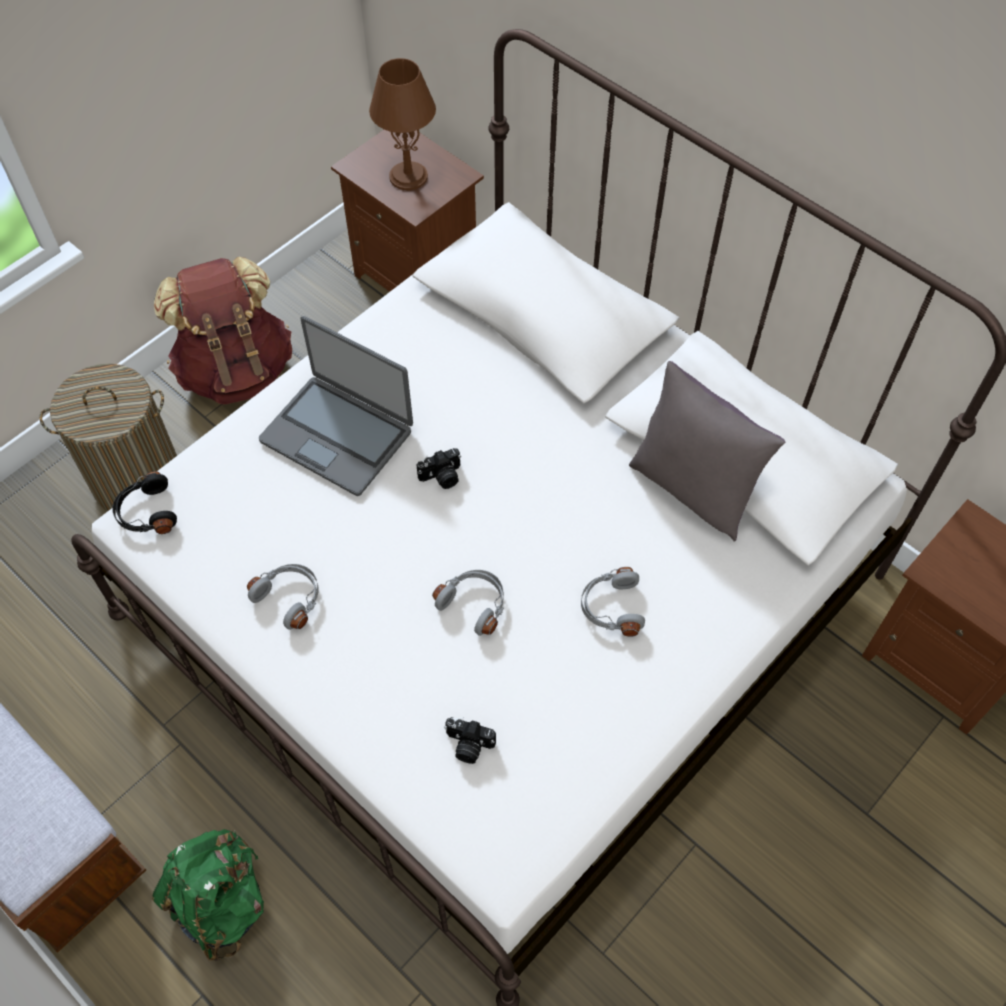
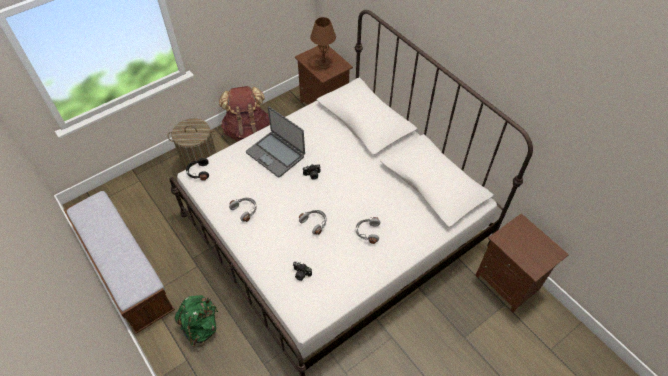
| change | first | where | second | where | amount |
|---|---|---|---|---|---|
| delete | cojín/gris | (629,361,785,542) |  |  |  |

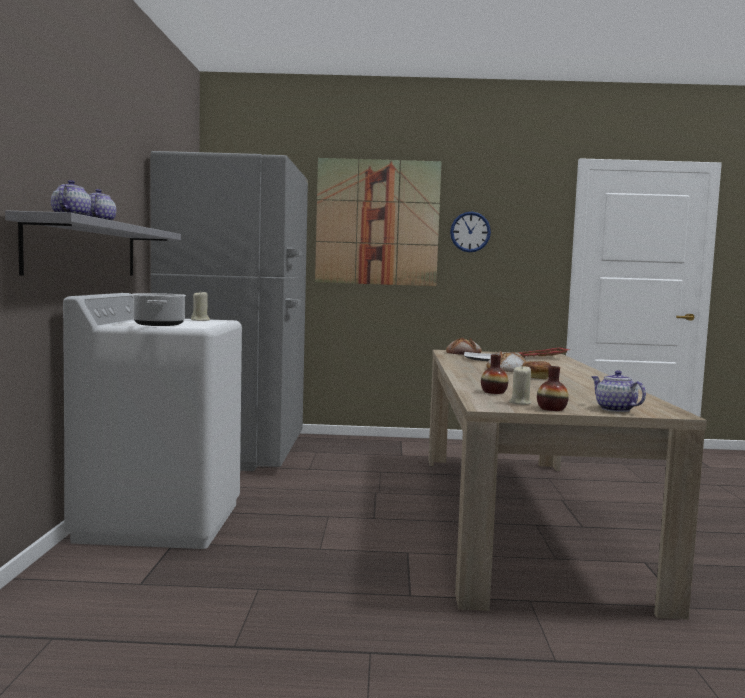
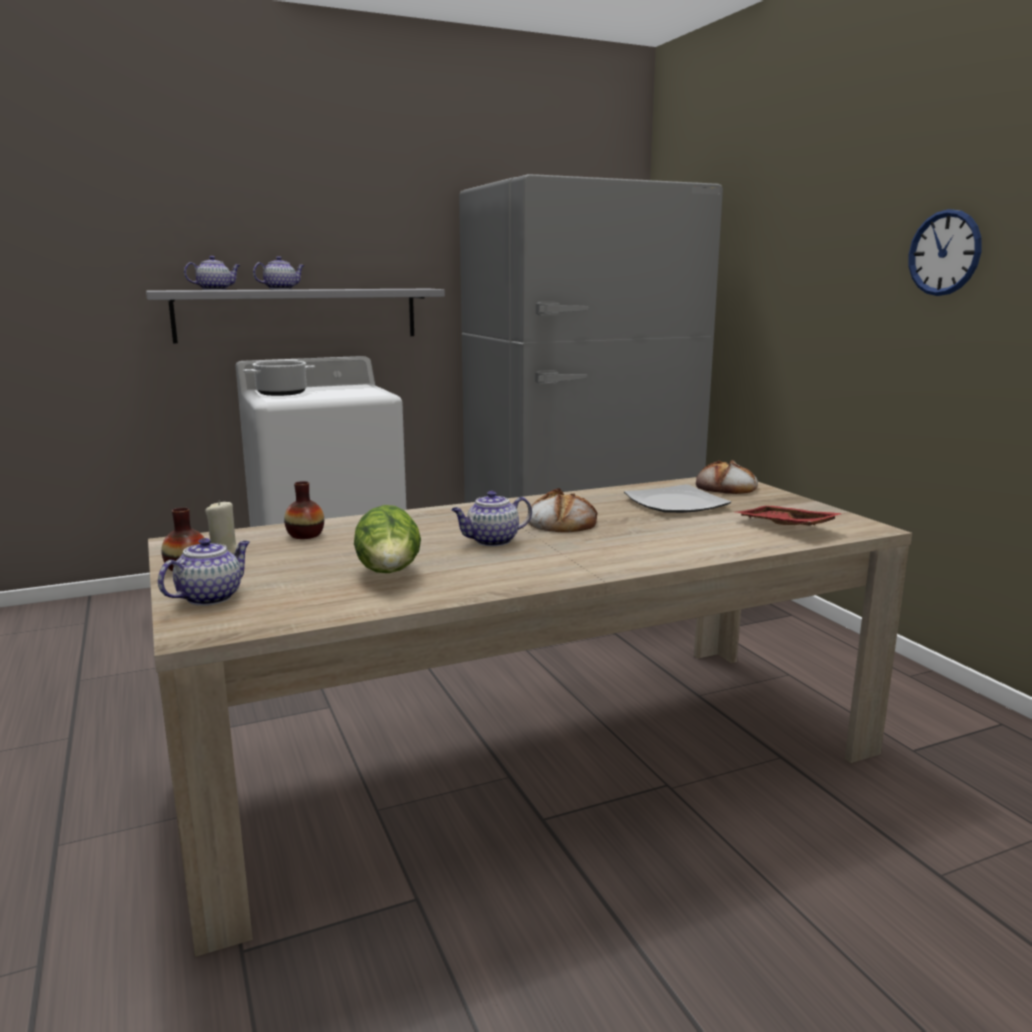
| change | first | where | second | where | amount |
|---|---|---|---|---|---|
| insert |  |  | lechuga | (354,505,421,573) |  |
| replace | pan | (522,361,551,379) | tetera | (451,491,532,547) |  |
| delete | vela/beis | (191,290,210,321) |  |  |  |
| delete | cuadro | (315,158,442,286) |  |  |  |

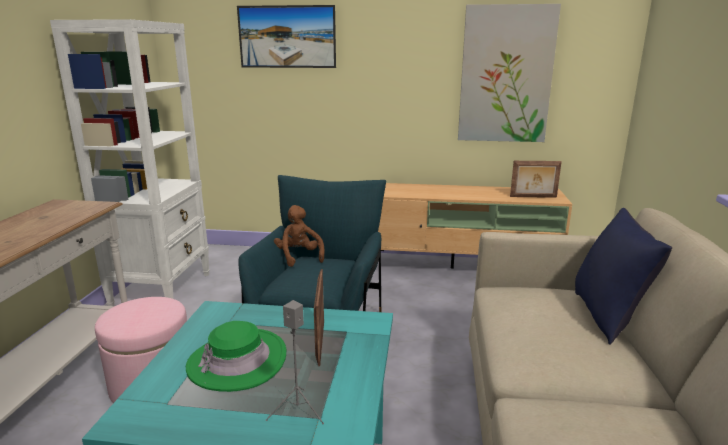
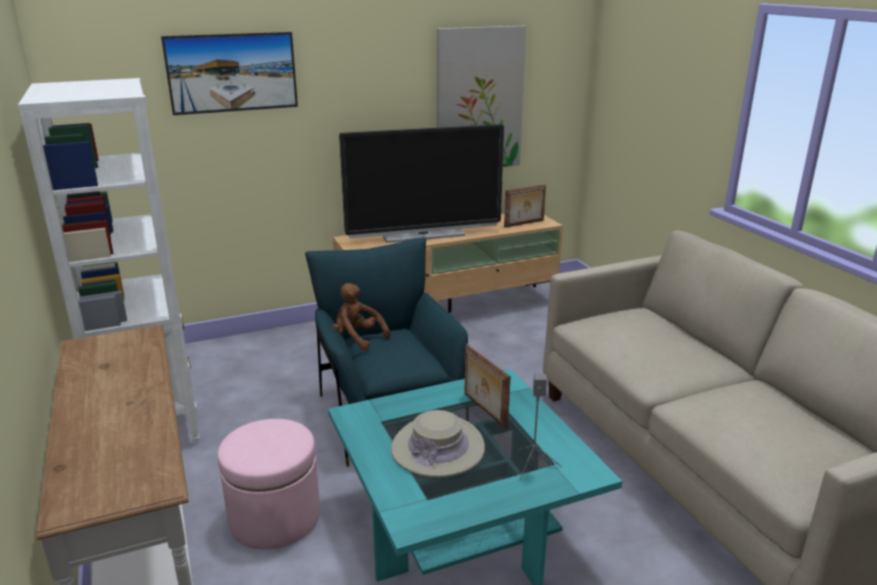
| change | first | where | second | where | amount |
|---|---|---|---|---|---|
| insert |  |  | televisor | (339,124,504,243) |  |
| recolor | sombrero/verde | (186,321,286,392) | sombrero/beis | (391,410,485,477) |  |
| delete | cojín/azul | (575,208,672,345) |  |  |  |

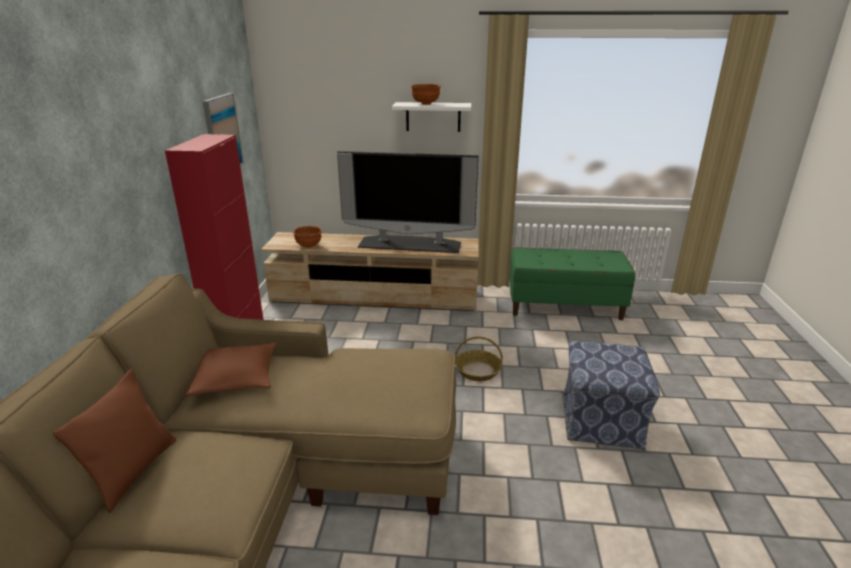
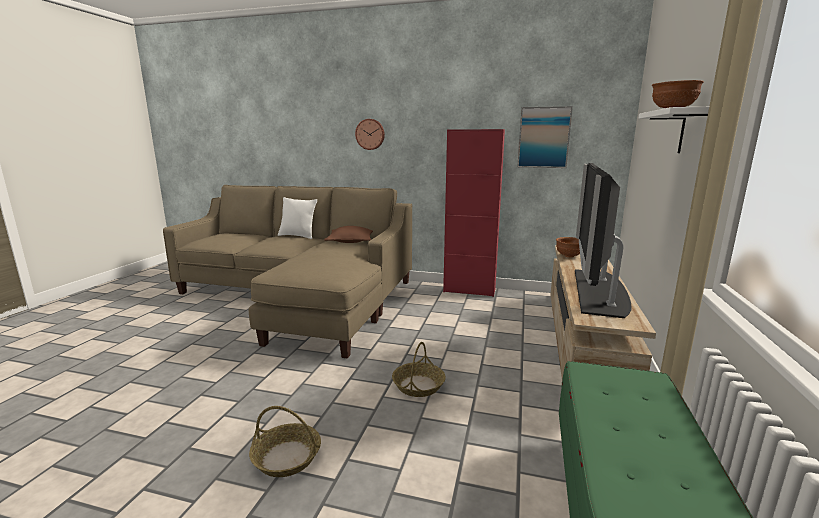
| change | first | where | second | where | amount |
|---|---|---|---|---|---|
| replace | puf | (563,341,660,449) | cesta | (249,406,321,477) |  |
| recolor | cojín/marrón | (53,369,176,513) | cojín/blanco | (278,197,317,239) |  |
| insert |  |  | reloj de pared | (355,119,385,150) |  |

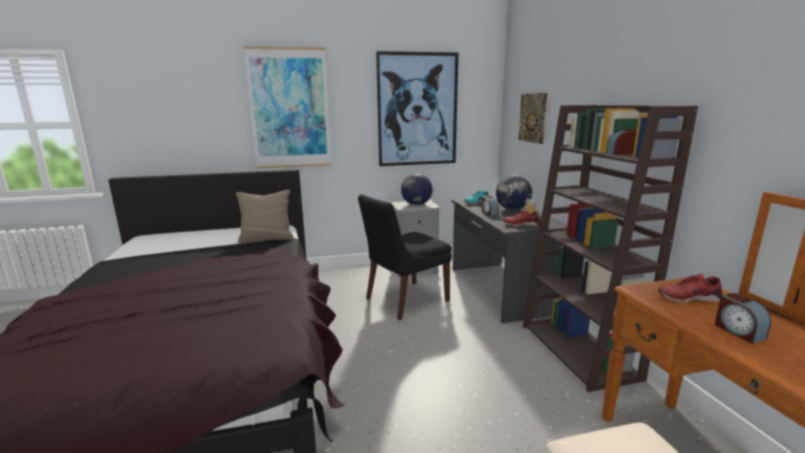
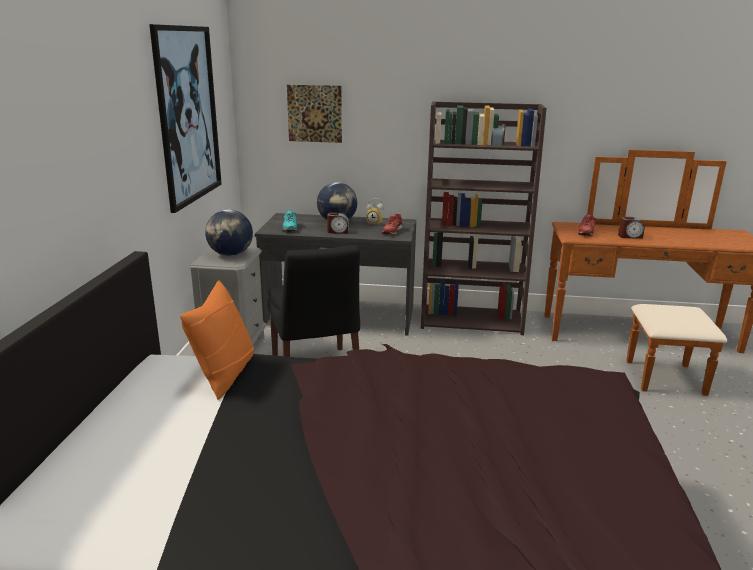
| change | first | where | second | where | amount |
|---|---|---|---|---|---|
| recolor | cojín/beis | (236,190,294,243) | cojín/naranja | (180,280,254,400) |  |
| delete | cuadro | (243,46,332,168) |  |  |  |

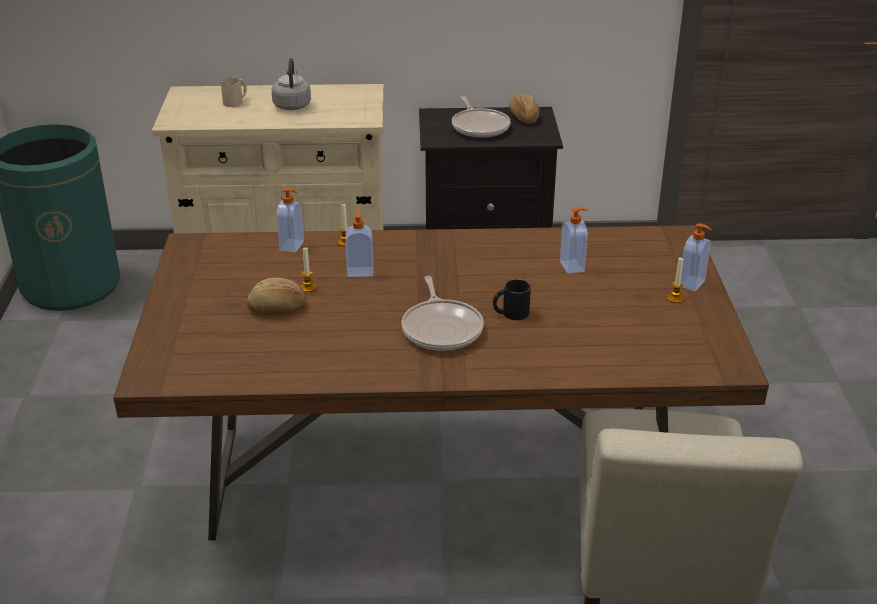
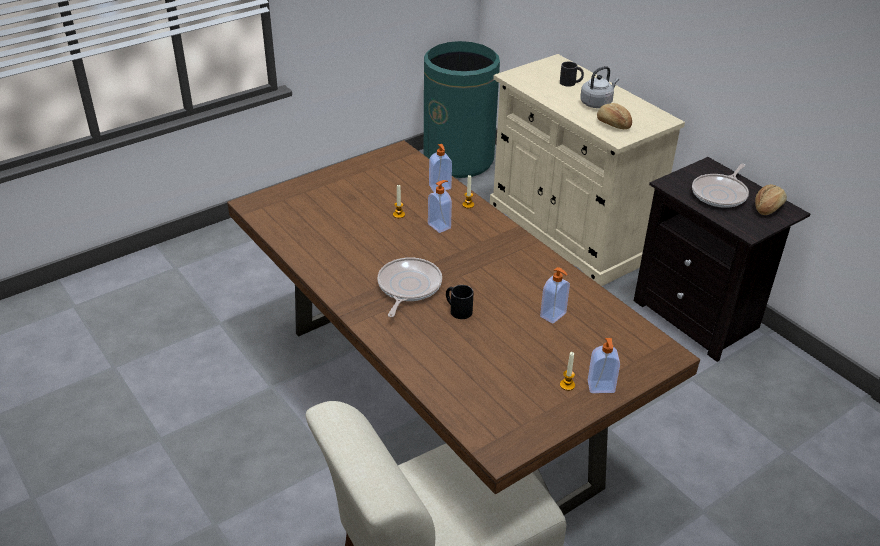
| change | first | where | second | where | amount |
|---|---|---|---|---|---|
| rotate | sartén | (402,276,484,351) |  | (378,257,442,317) | 150 degrees clockwise |
| recolor | taza grande/beis | (220,77,247,107) | taza grande/negro | (560,62,584,87) |  |
| move | pan | (247,278,306,313) |  | (597,103,632,129) |  |

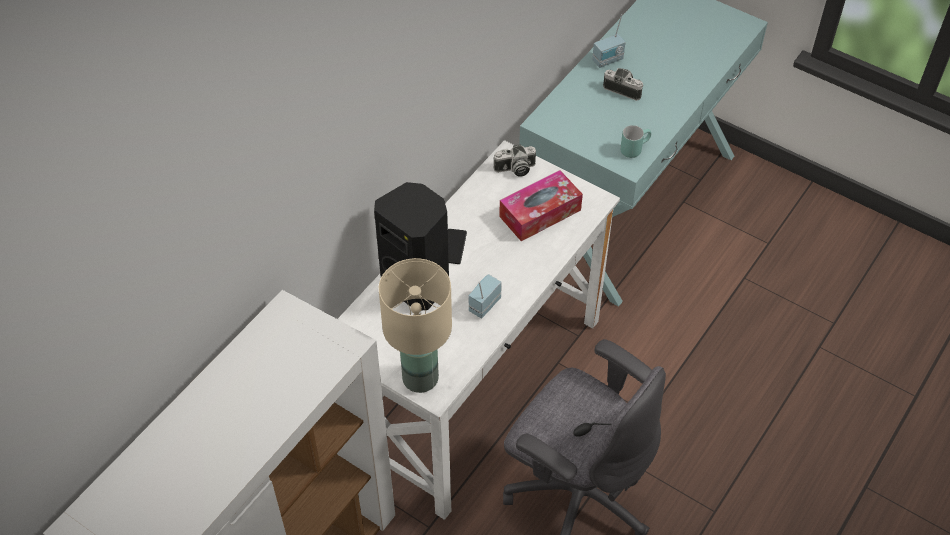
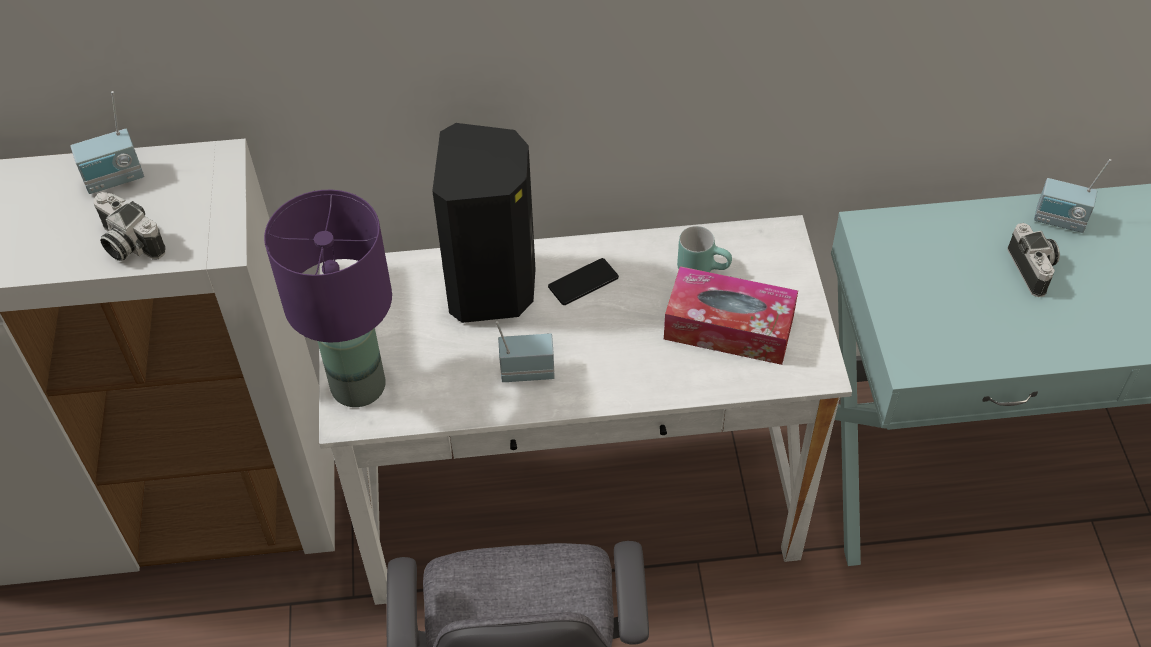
| change | first | where | second | where | amount |
|---|---|---|---|---|---|
| insert |  |  | radio | (70,91,144,194) |  |
| move | cámara | (493,144,536,177) |  | (94,192,165,261) |  |
| recolor | lámpara de mesa/beis | (379,258,452,393) | lámpara de mesa/morado | (264,190,392,407) |  |
| move | taza grande/turquesa | (620,125,651,158) |  | (677,226,732,272) |  |

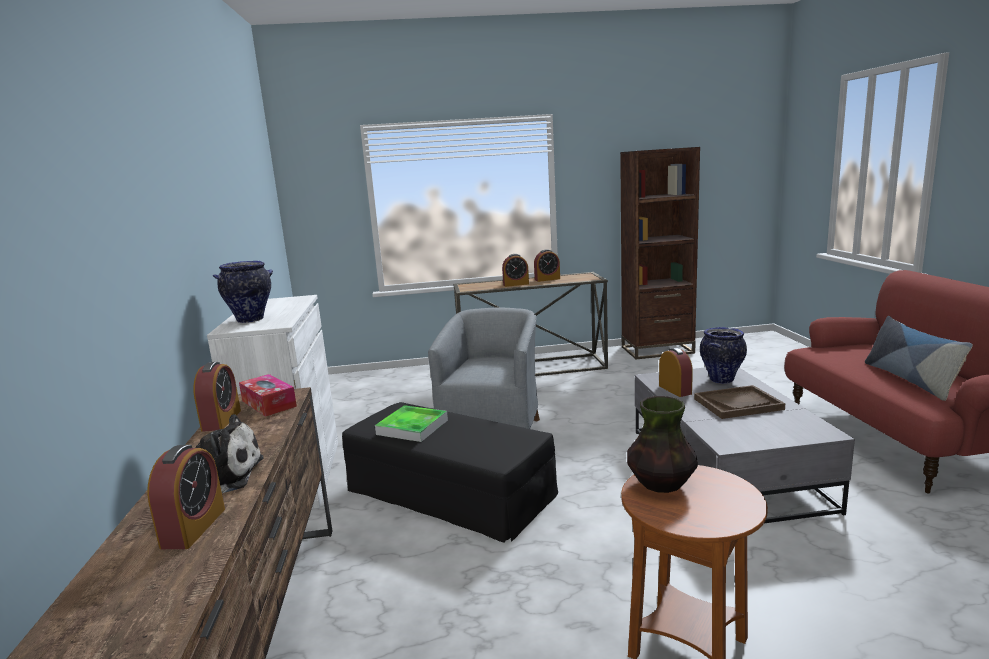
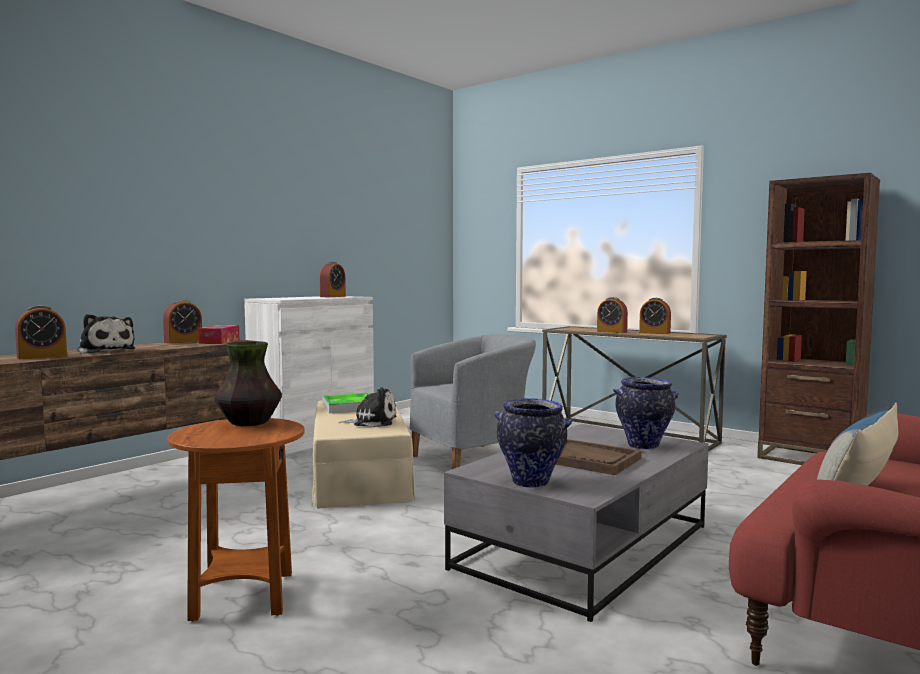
| change | first | where | second | where | amount |
|---|---|---|---|---|---|
| recolor | puf/negro | (342,402,558,543) | puf/beis | (311,400,415,508) |  |
| move | despertador | (659,348,693,397) |  | (320,262,346,297) |  |
| insert |  |  | peluche | (338,387,397,427) |  |
| move | florero | (213,261,273,323) |  | (495,398,572,488) |  |

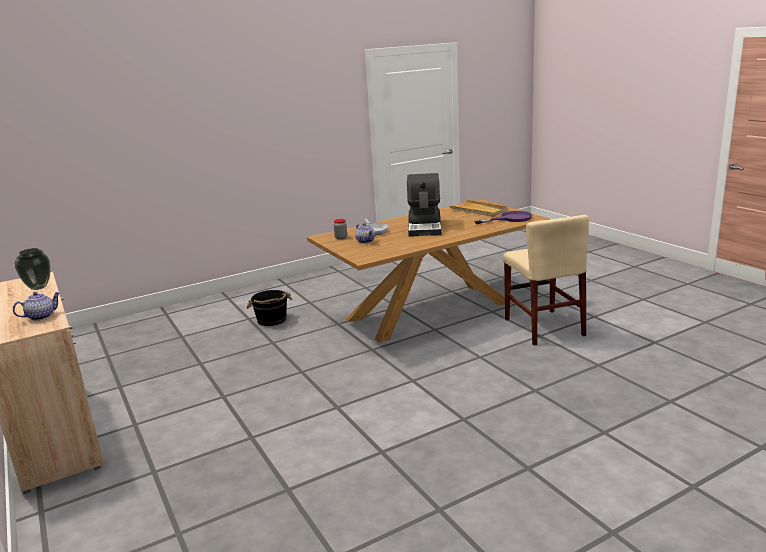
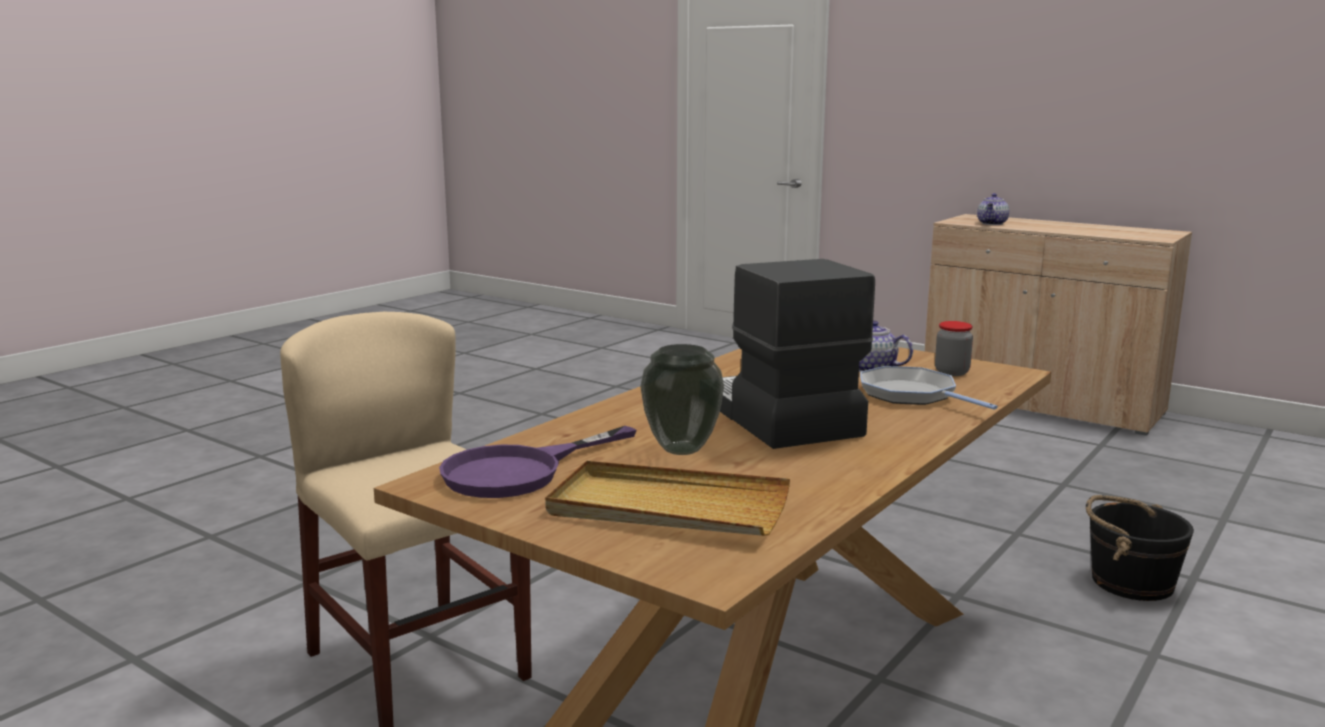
| change | first | where | second | where | amount |
|---|---|---|---|---|---|
| move | florero | (15,248,51,290) |  | (640,344,724,455) |  |

